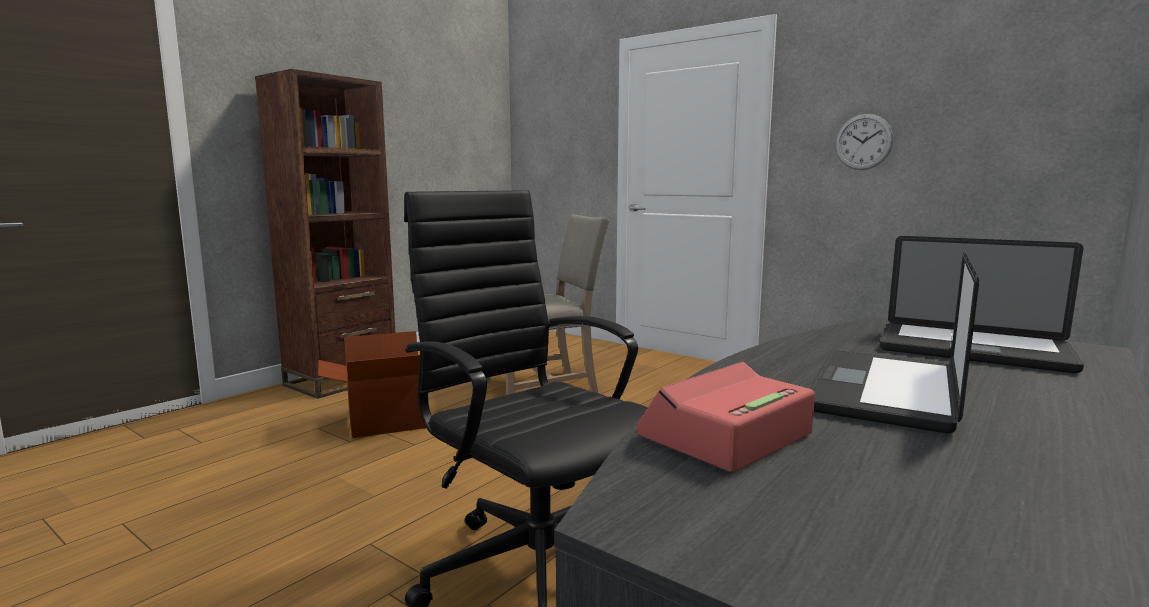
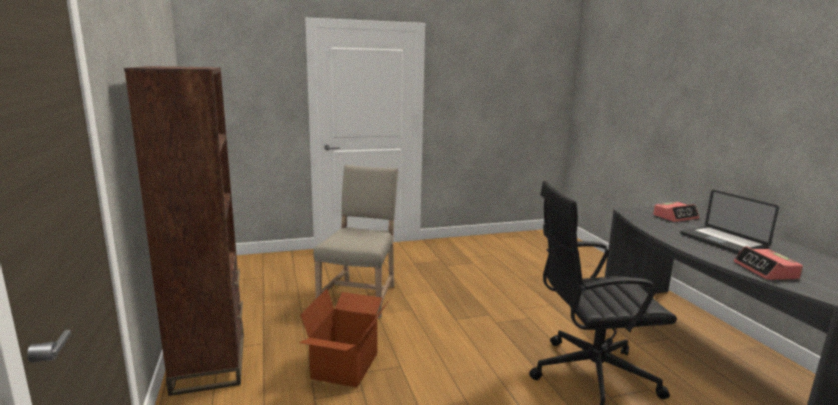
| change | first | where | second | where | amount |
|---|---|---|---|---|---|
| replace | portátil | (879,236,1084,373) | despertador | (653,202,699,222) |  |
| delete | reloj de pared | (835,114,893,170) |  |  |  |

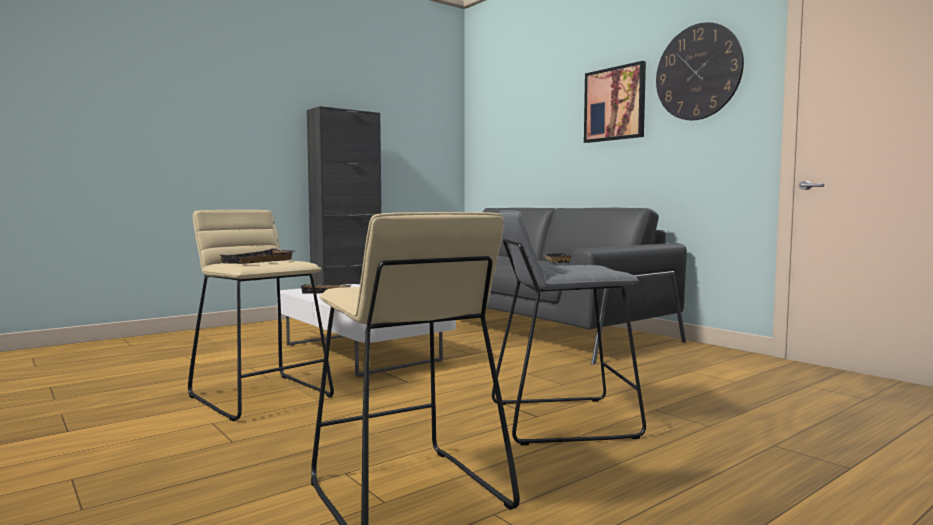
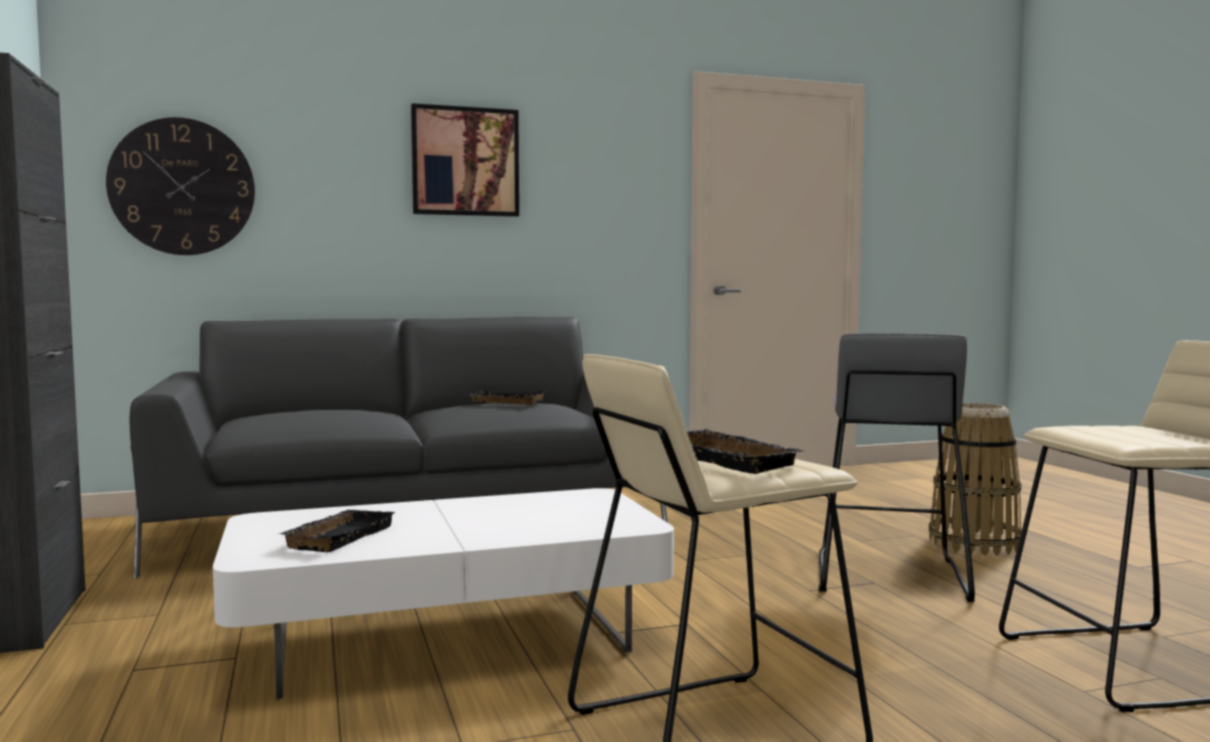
| change | first | where | second | where | amount |
|---|---|---|---|---|---|
| move | reloj de pared | (656,22,744,120) |  | (106,117,255,255) |  |
| insert |  |  | cesta | (929,403,1022,556) |  |

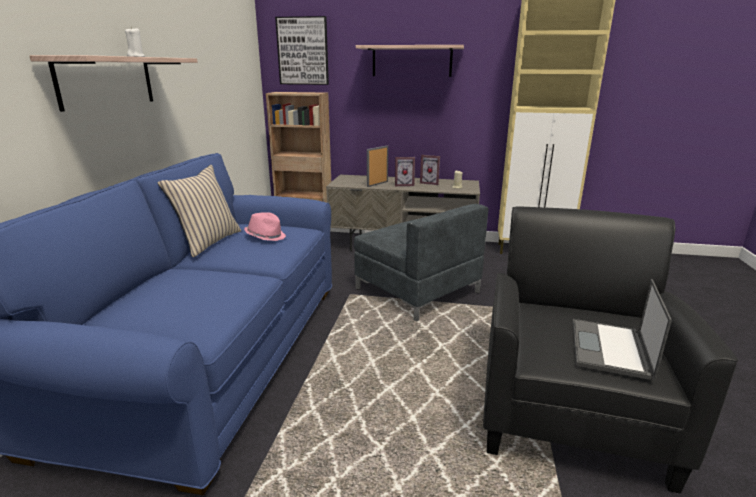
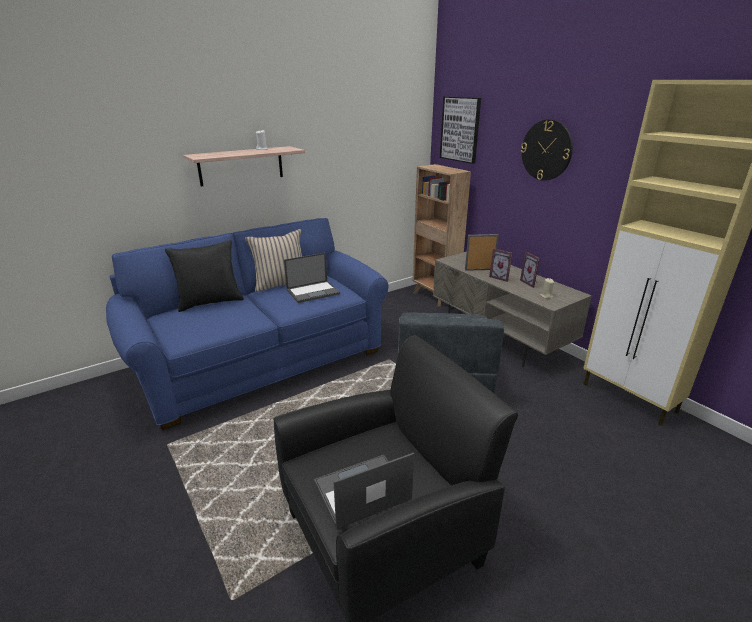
| change | first | where | second | where | amount |
|---|---|---|---|---|---|
| insert |  |  | cojín/negro | (165,240,244,312) |  |
| replace | sombrero/rosa | (244,212,286,241) | portátil | (284,253,340,303) |  |
| replace | estante | (356,45,464,77) | reloj de pared | (521,119,573,181) |  |

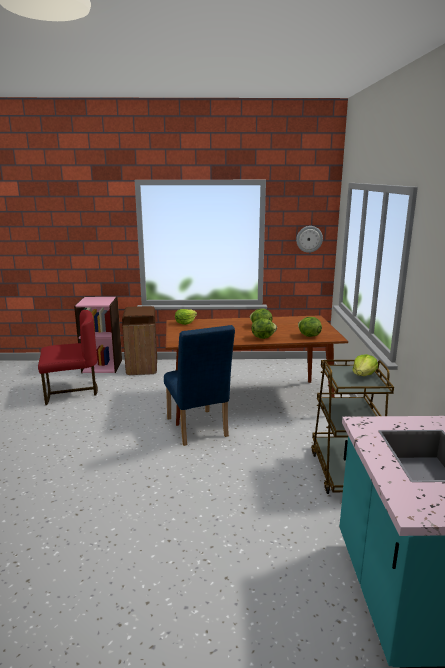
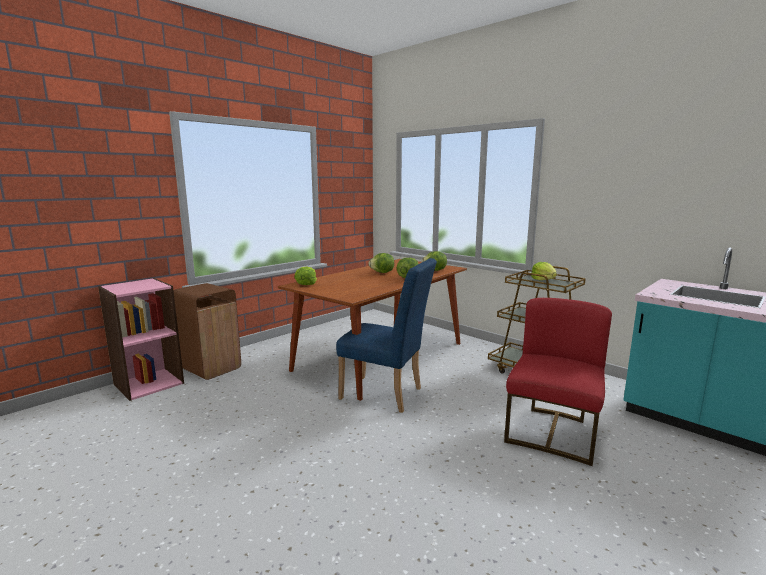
| change | first | where | second | where | amount |
|---|---|---|---|---|---|
| move | silla/rojo | (38,310,98,405) |  | (504,298,612,466) |  |
| delete | reloj de pared | (296,226,323,253) |  |  |  |

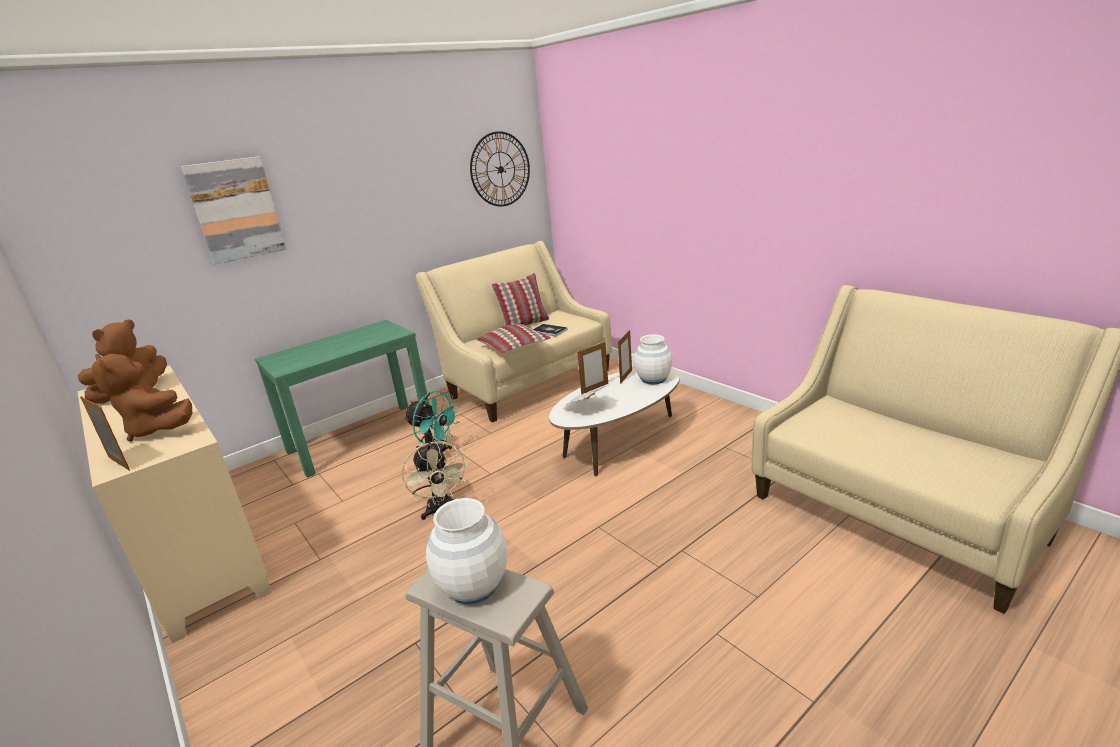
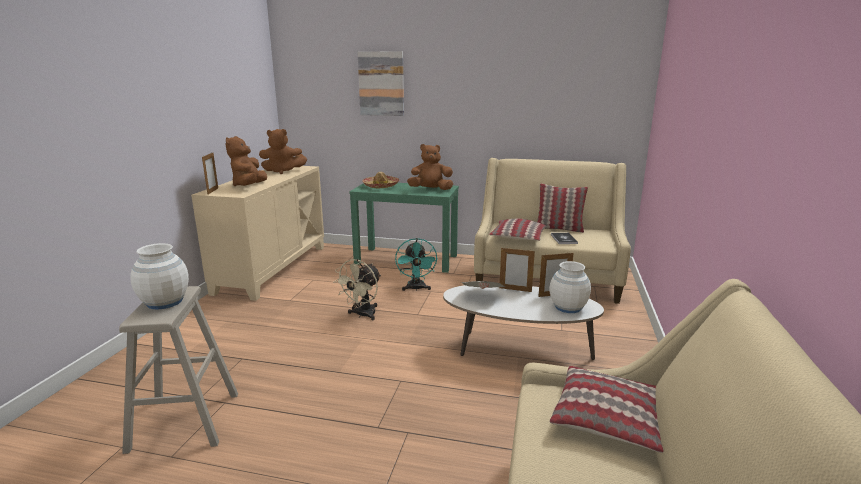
| change | first | where | second | where | amount |
|---|---|---|---|---|---|
| insert |  |  | sombrero | (362,172,399,188) |  |
| insert |  |  | peluche/marrón | (407,144,453,190) |  |
| insert |  |  | cojín | (550,366,664,453) |  |
| delete | reloj de pared | (470,131,530,207) |  |  |  |

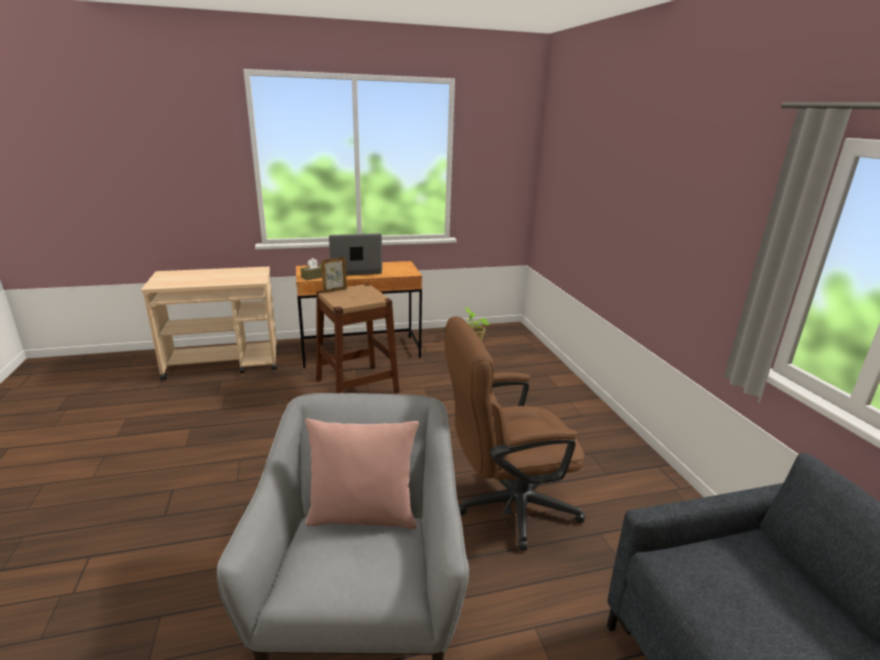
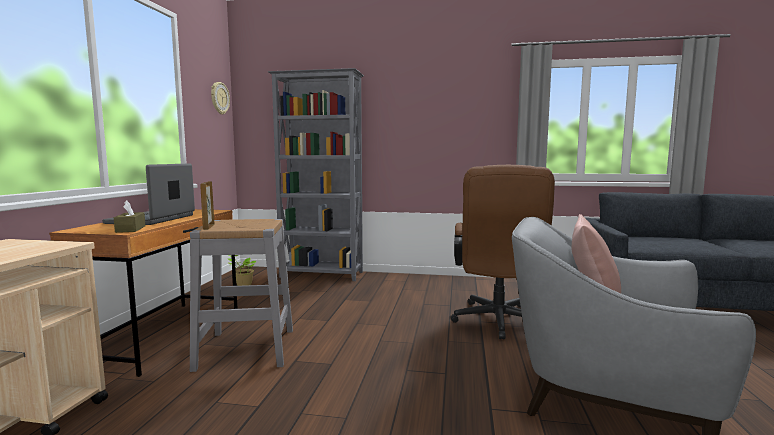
| change | first | where | second | where | amount |
|---|---|---|---|---|---|
| recolor | taburete/marrón | (316,284,400,394) | taburete/gris | (190,219,293,372) |  |
| insert |  |  | reloj de pared | (211,82,230,115) |  |
| insert |  |  | estantería/gris | (268,68,364,281) |  |

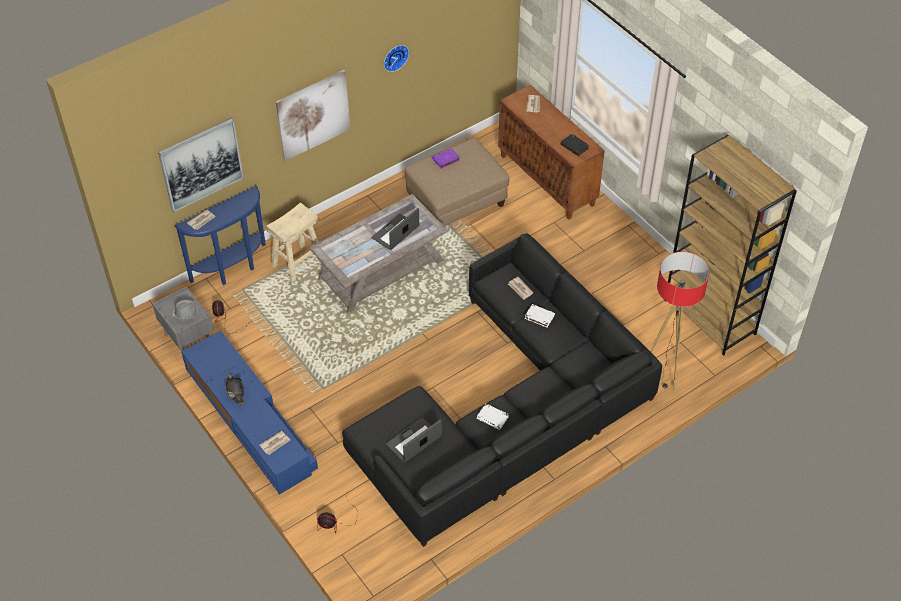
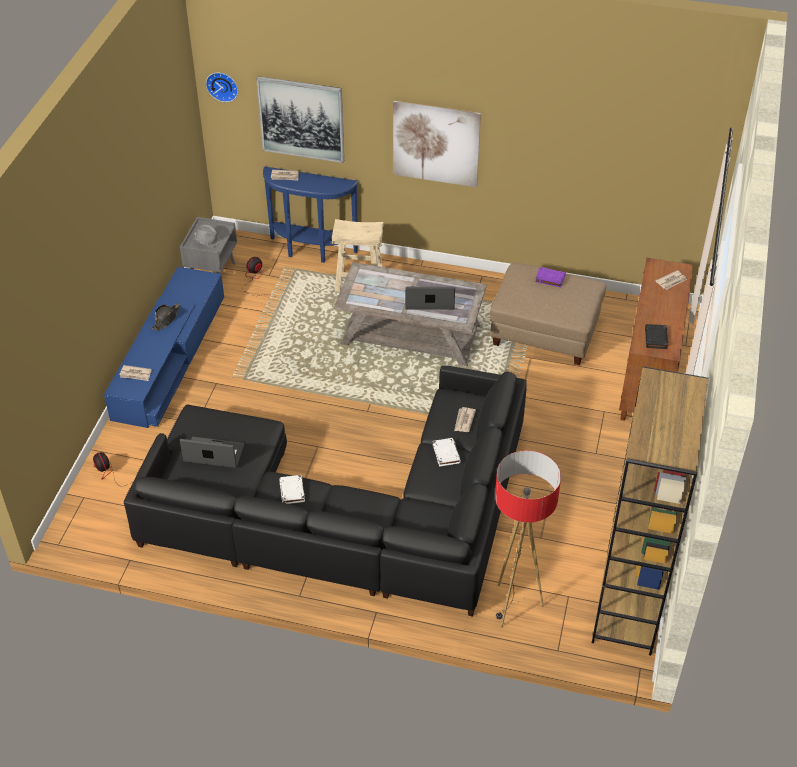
| change | first | where | second | where | amount |
|---|---|---|---|---|---|
| move | reloj de pared | (384,45,409,72) |  | (206,72,238,102) |  |

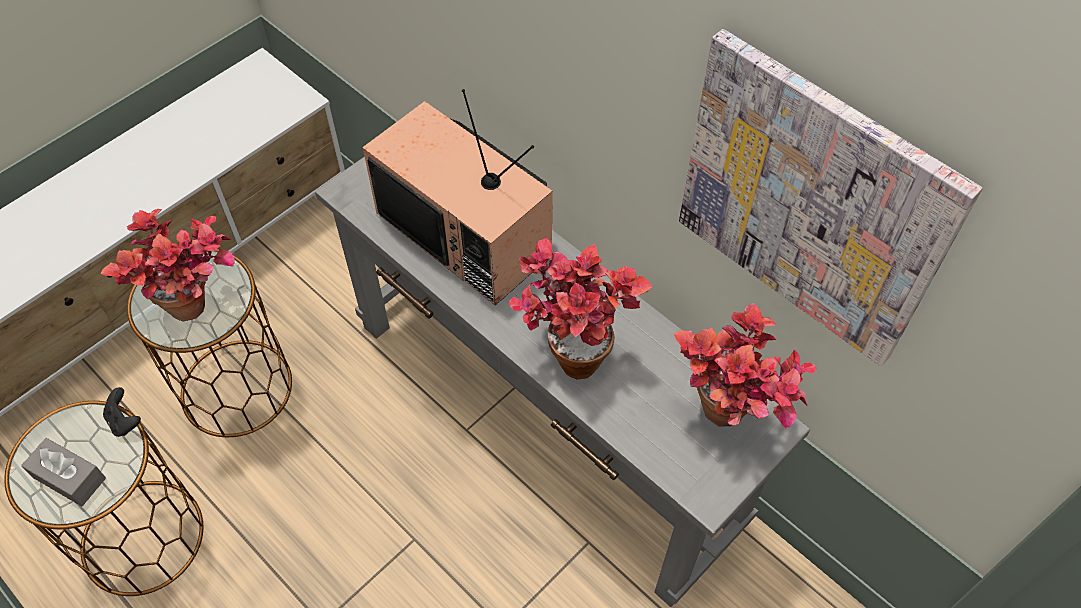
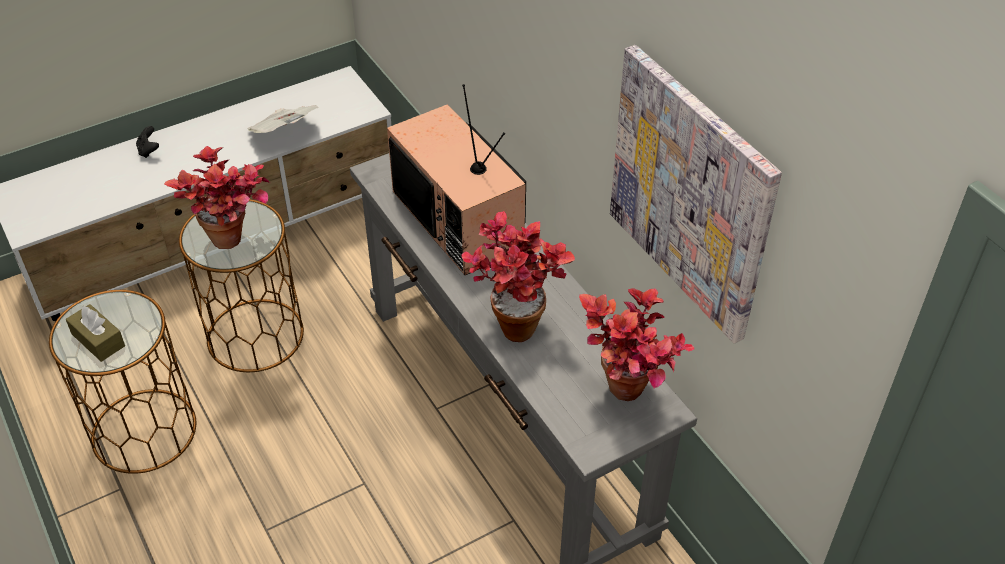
| change | first | where | second | where | amount |
|---|---|---|---|---|---|
| recolor | caja de pañuelos/gris | (21,438,106,506) | caja de pañuelos/marrón | (66,304,125,362) |  |
| move | mando de consola/negro | (103,387,141,437) |  | (136,126,159,158) |  |
| insert |  |  | periódico | (247,105,318,133) |  |

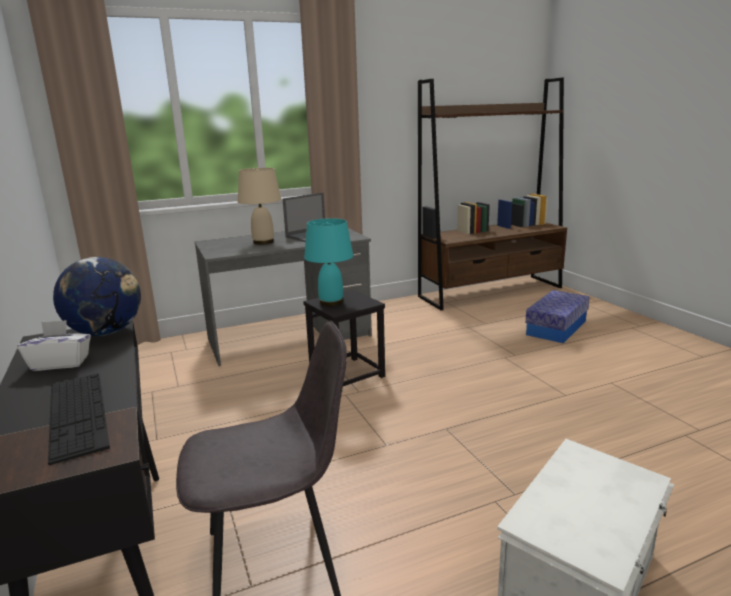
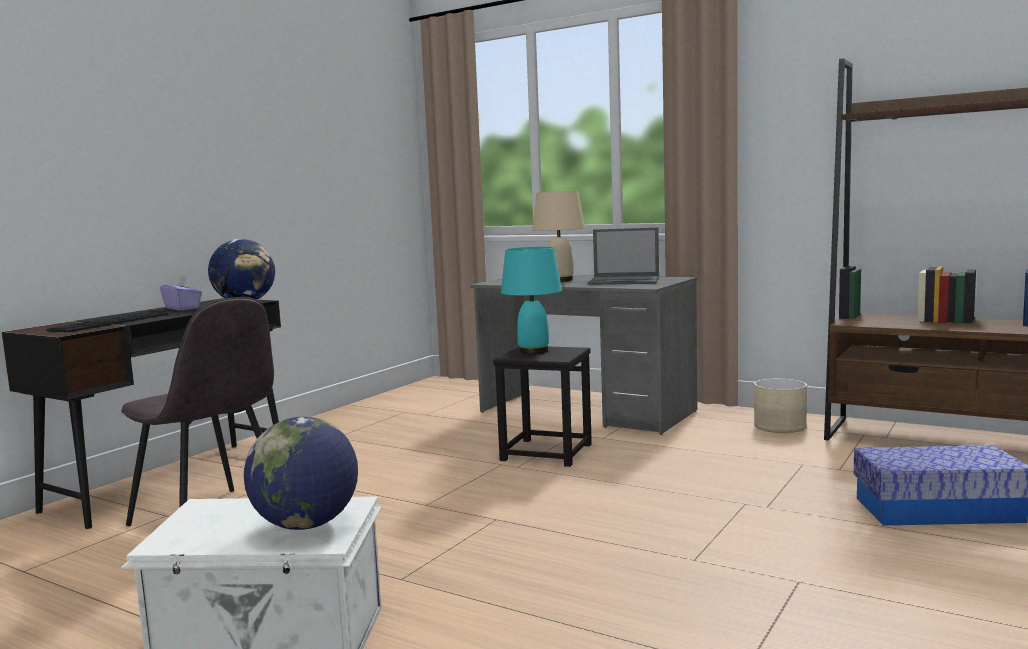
| change | first | where | second | where | amount |
|---|---|---|---|---|---|
| recolor | caja de pañuelos/blanco | (17,320,91,371) | caja de pañuelos/morado | (160,275,202,310) |  |
| insert |  |  | globo terráqueo | (244,417,358,530) |  |
| insert |  |  | maceta/beis | (754,378,807,433) |  |

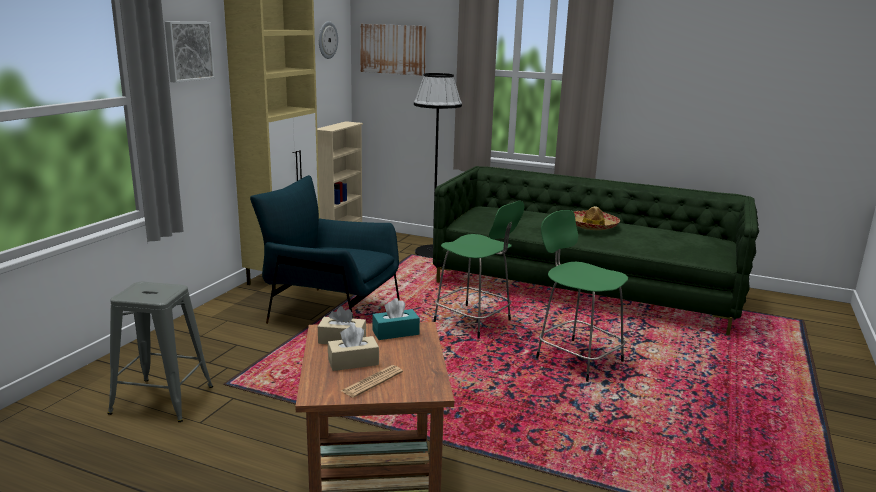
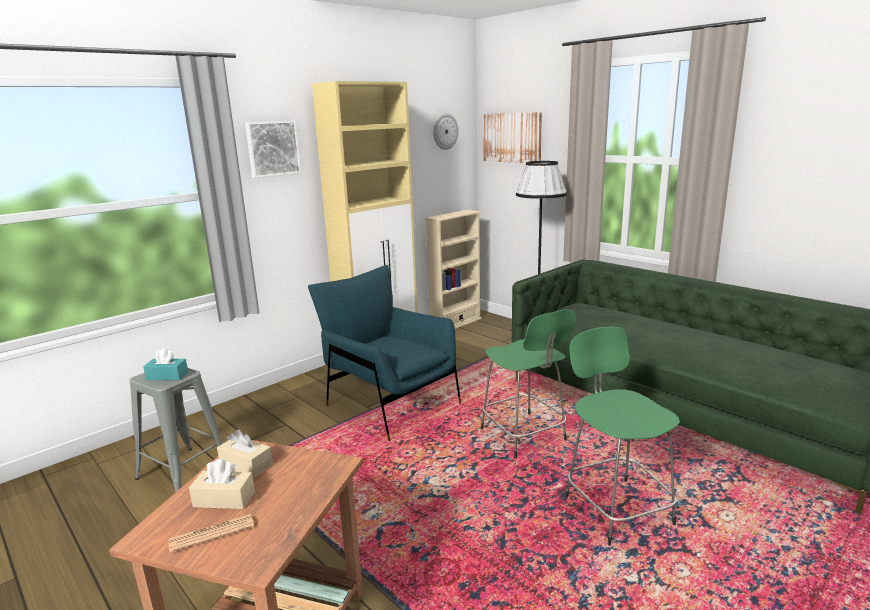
| change | first | where | second | where | amount |
|---|---|---|---|---|---|
| move | caja de pañuelos/turquesa | (372,298,420,340) |  | (143,348,188,380) |  |
| delete | sombrero | (574,206,620,230) |  |  |  |

